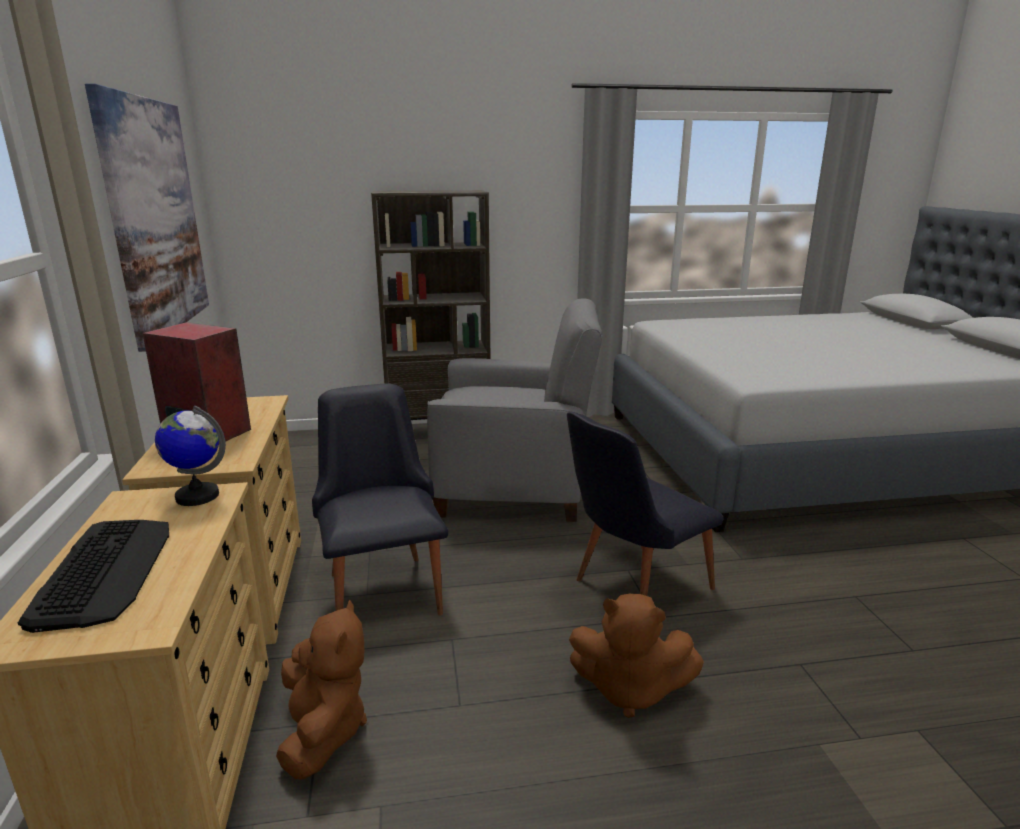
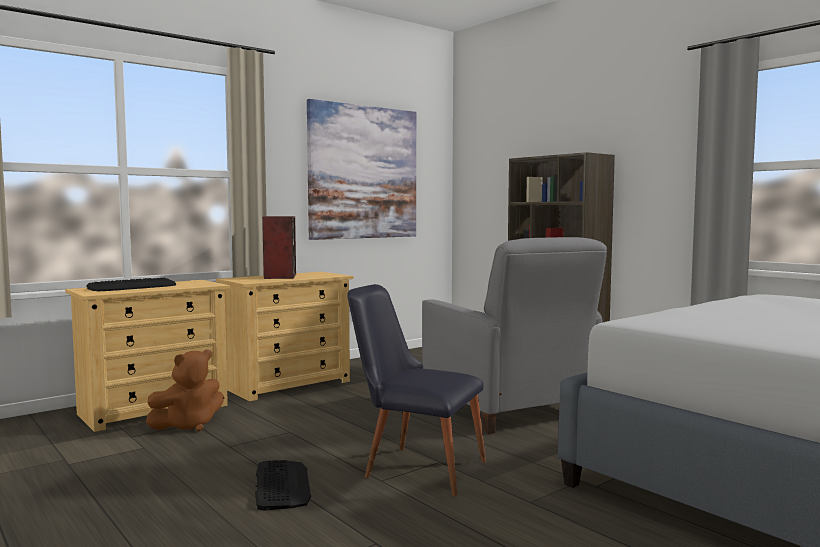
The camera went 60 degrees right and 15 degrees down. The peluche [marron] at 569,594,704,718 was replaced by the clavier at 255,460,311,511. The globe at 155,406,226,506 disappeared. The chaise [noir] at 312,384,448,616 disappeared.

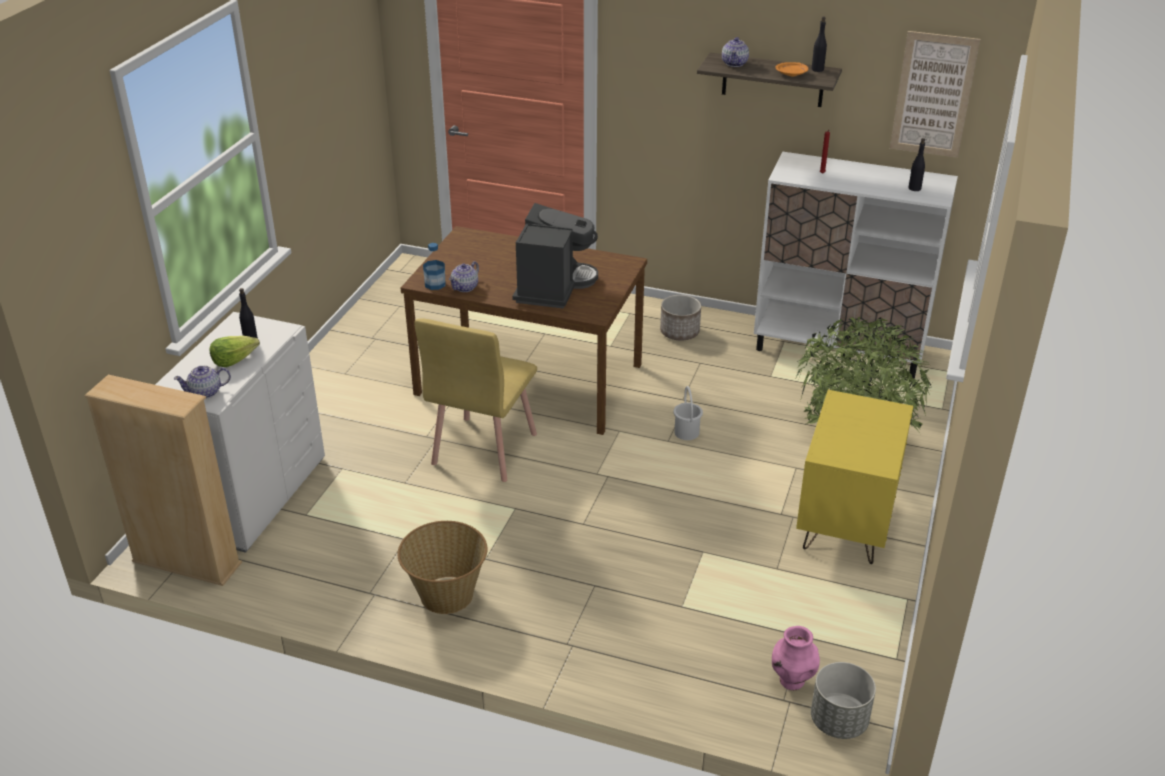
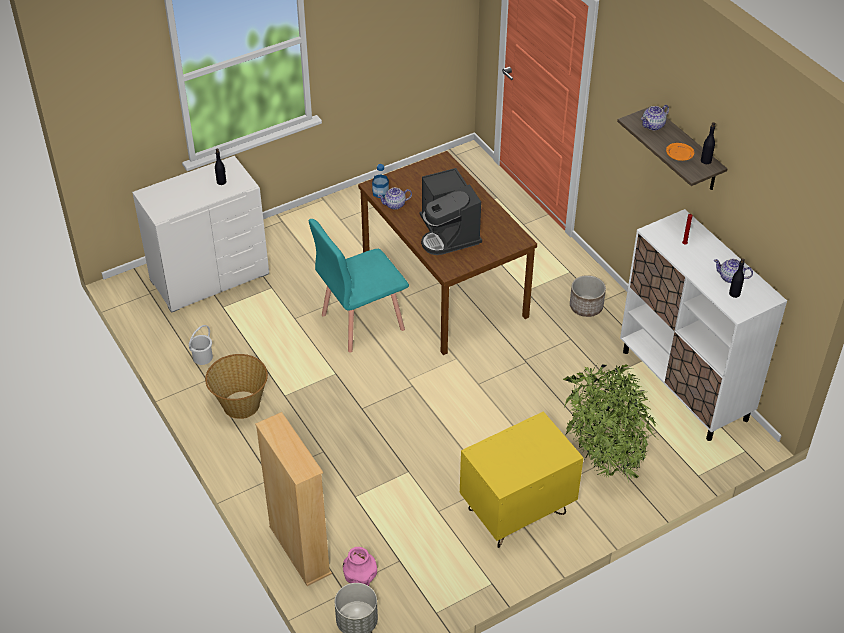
The camera went 40 degrees right and 10 degrees up. The seau [blanc] moved from 673,386,703,440 to 189,325,213,365. The bibliothèque [beige] moved from 84,375,242,586 to 255,412,332,586. The chaise [jaune] at 414,318,537,482 became the chaise [turquoise] at 309,219,409,353. The machine à café at 512,203,598,309 turned 105 degrees clockwise. The théière moved from 173,366,231,399 to 714,259,753,283. The laitue at 209,336,260,367 disappeared. The tableau at 890,31,980,158 disappeared.

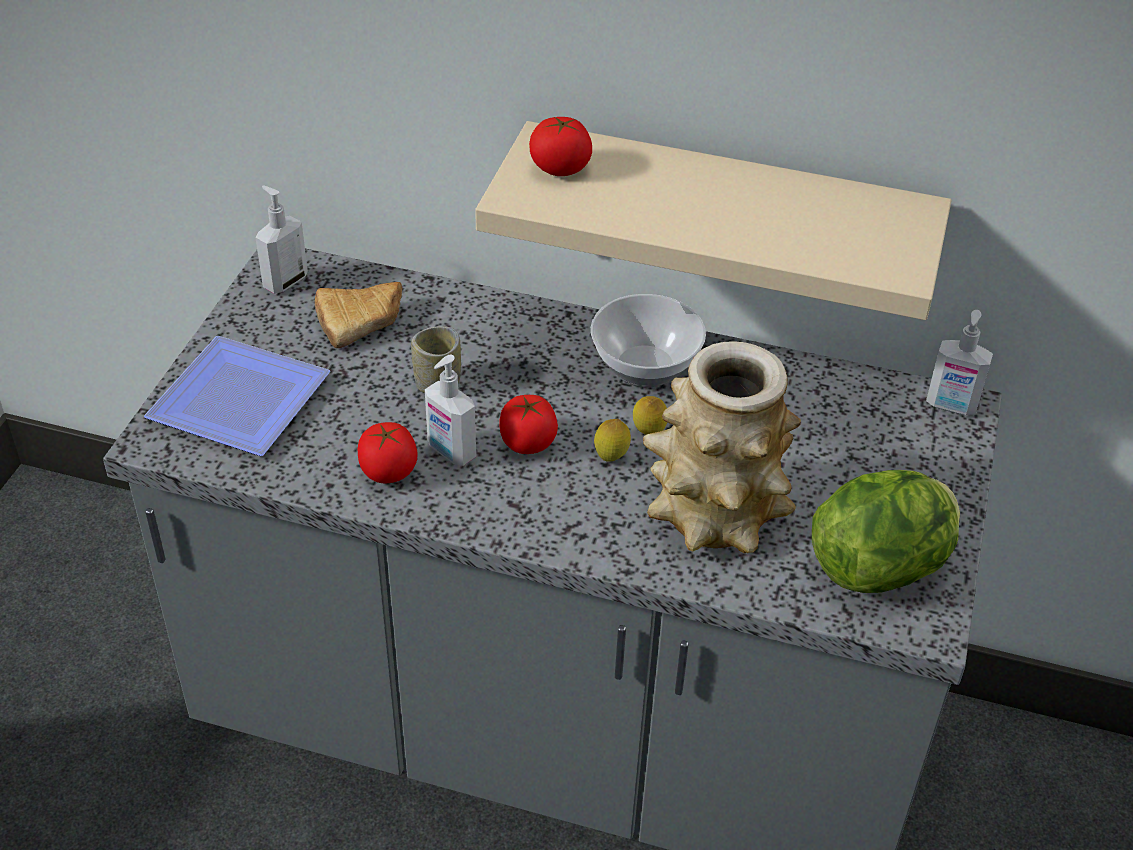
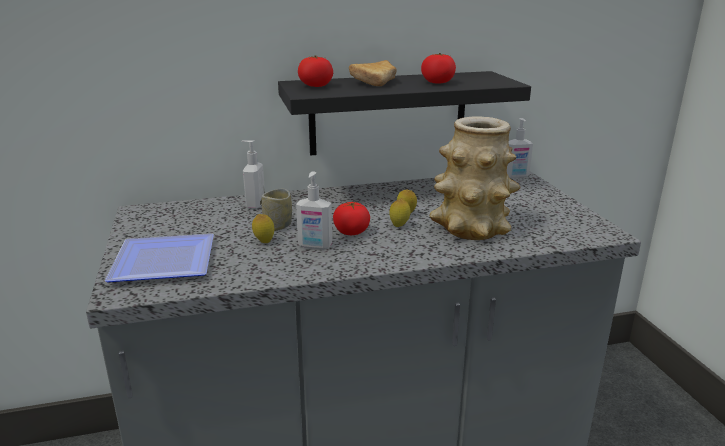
The camera went 30 degrees left and 20 degrees down. The distributeur de savon moved from 255,186,308,294 to 242,140,265,209. The citron at 252,214,275,243 appeared. The étagère [beige] at 475,121,952,320 became the étagère [noir] at 278,71,531,156. The pain moved from 315,282,402,348 to 349,60,397,86. The tomate moved from 358,422,418,483 to 421,53,456,84. The bol at 591,294,706,387 disappeared. The laitue at 812,470,960,593 disappeared.

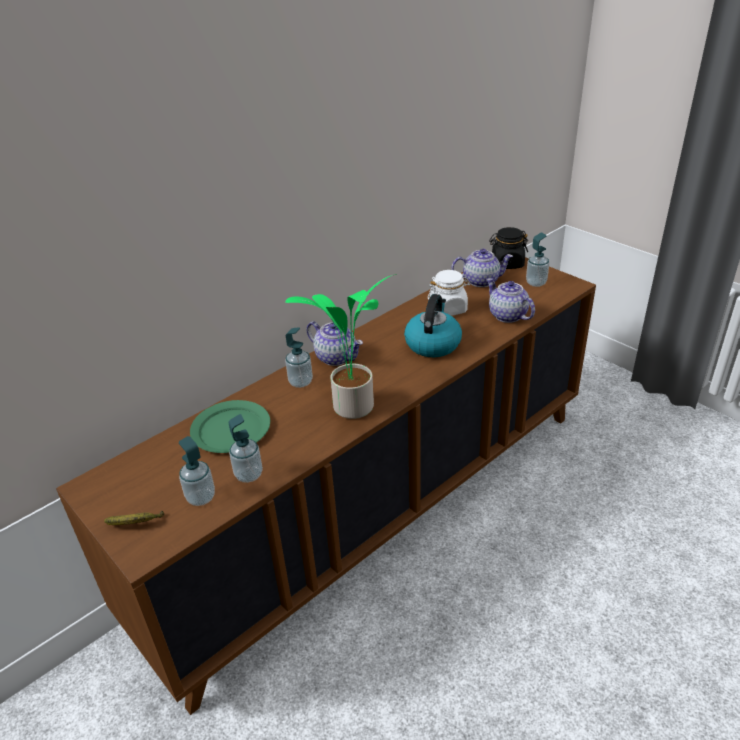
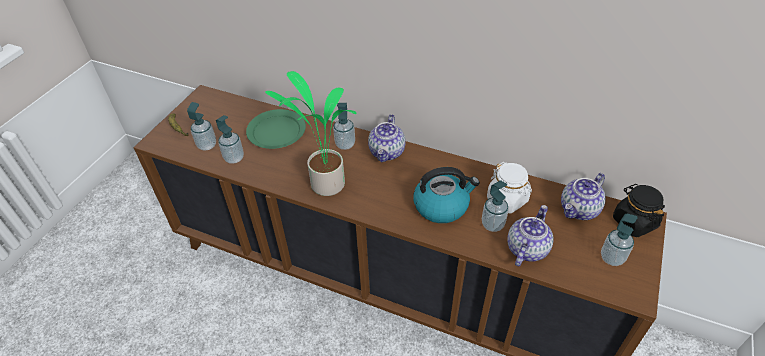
The camera went 65 degrees right and 10 degrees up. The distributeur de savon at 482,180,509,232 appeared. The théière at 451,249,513,287 turned 75 degrees clockwise.

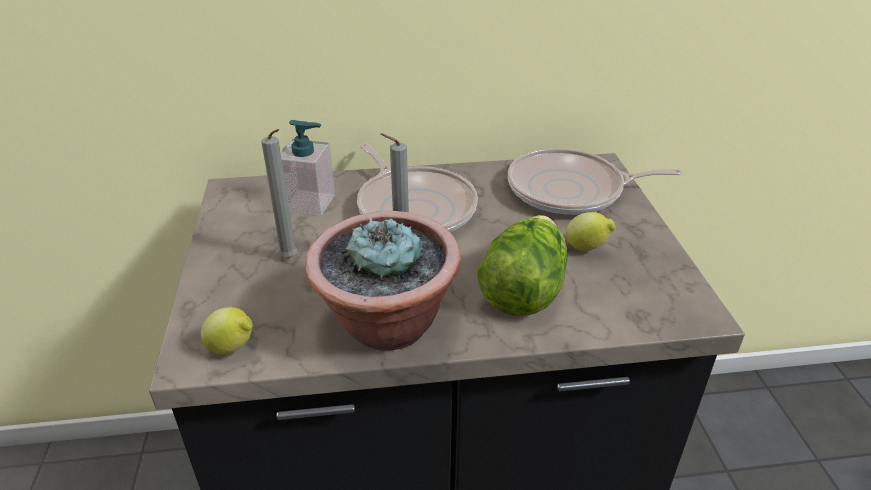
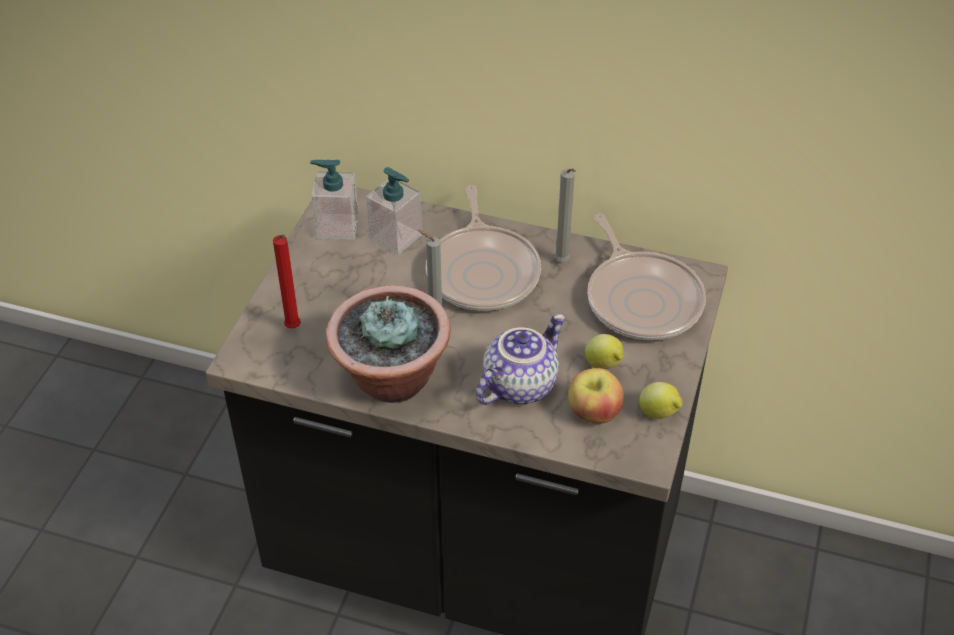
The camera went 25 degrees right and 10 degrees up. The bougie [rouge] at 273,235,301,329 appeared. The distributeur de savon at 310,160,358,240 appeared. The laitue at 477,215,567,316 was replaced by the théière at 476,314,565,405. The bougie [gris] moved from 261,129,297,258 to 554,169,576,262. The pomme at 569,368,624,424 appeared. The poêle at 508,148,683,215 turned 135 degrees counterclockwise. The citron moved from 201,307,253,355 to 639,382,683,419.

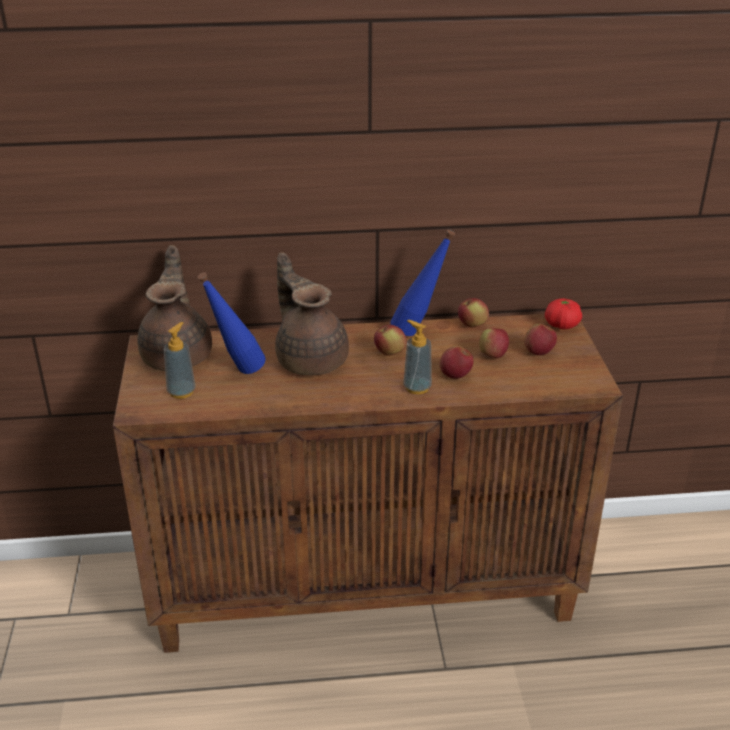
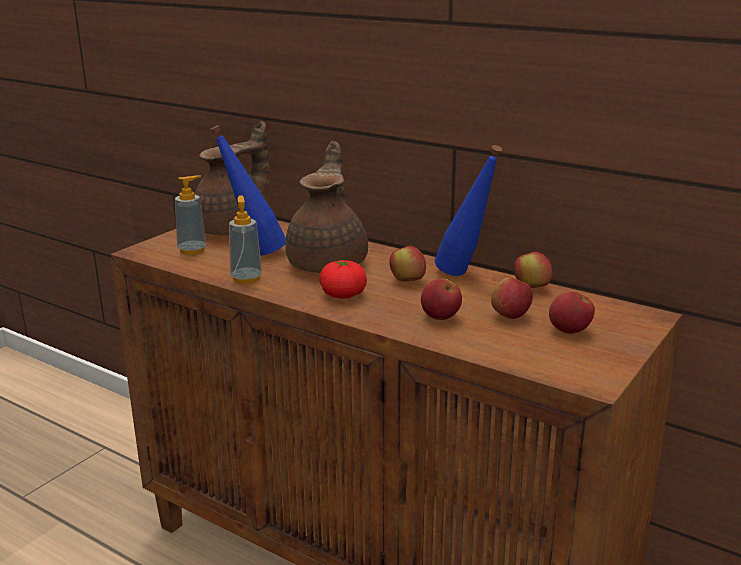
The camera went 40 degrees right and 10 degrees down. The distributeur de savon moved from 403,320,432,394 to 229,195,262,284. The tomate moved from 545,298,582,329 to 319,260,367,299.

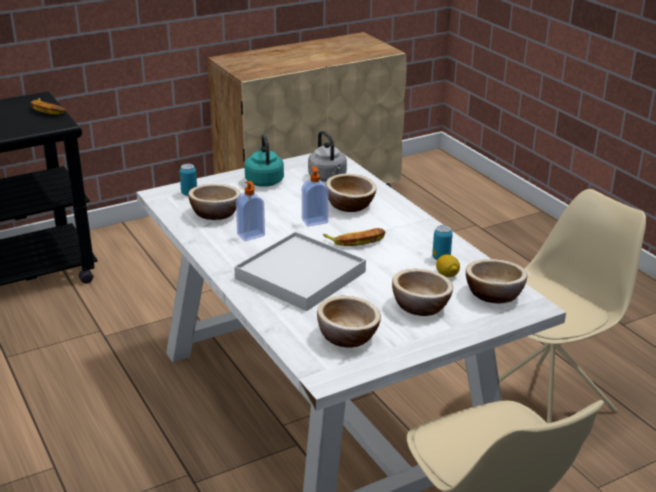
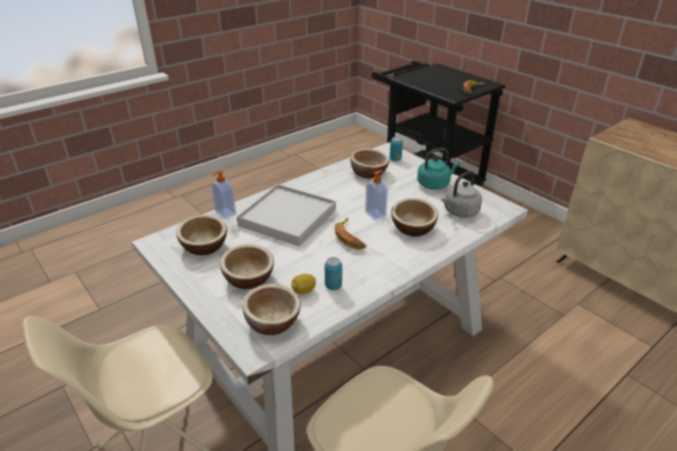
The camera went 80 degrees right and 5 degrees up. The distributeur de savon moved from 236,181,265,241 to 211,170,236,220.

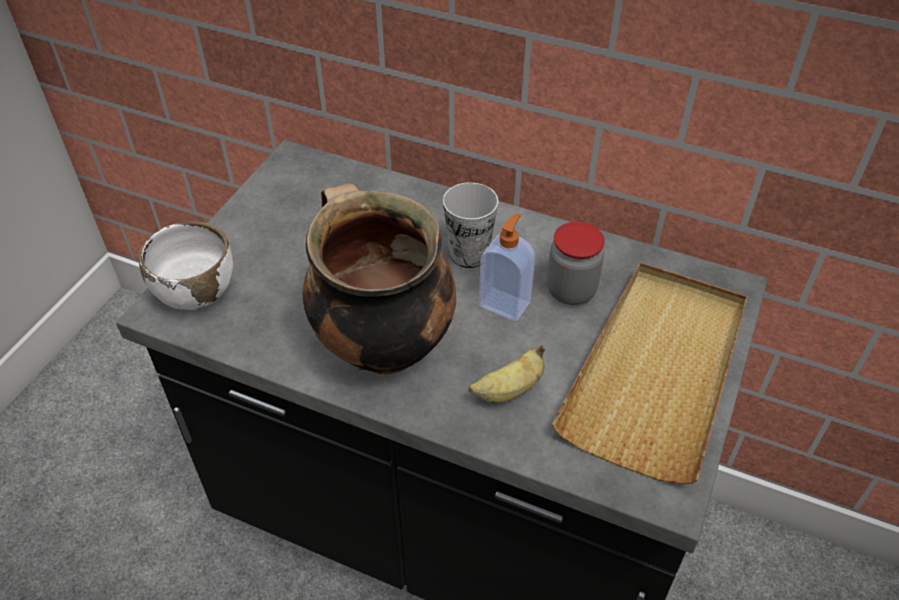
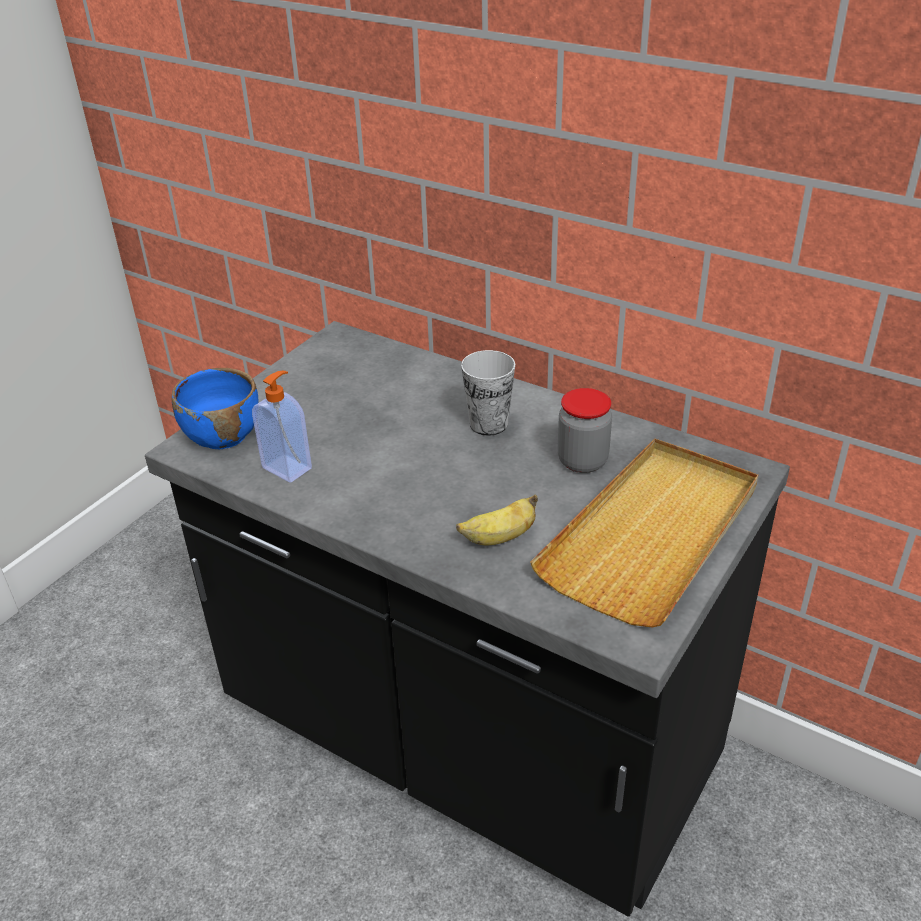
The camera went 10 degrees right and 10 degrees down. The bol [blanc] at 138,221,233,310 became the bol [bleu] at 172,368,258,449. The distributeur de savon moved from 479,213,535,321 to 252,371,312,483. The marmite at 303,183,456,375 disappeared.

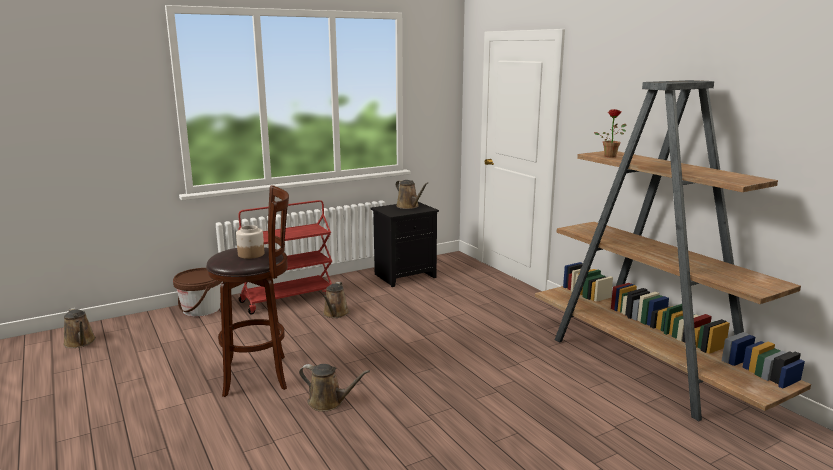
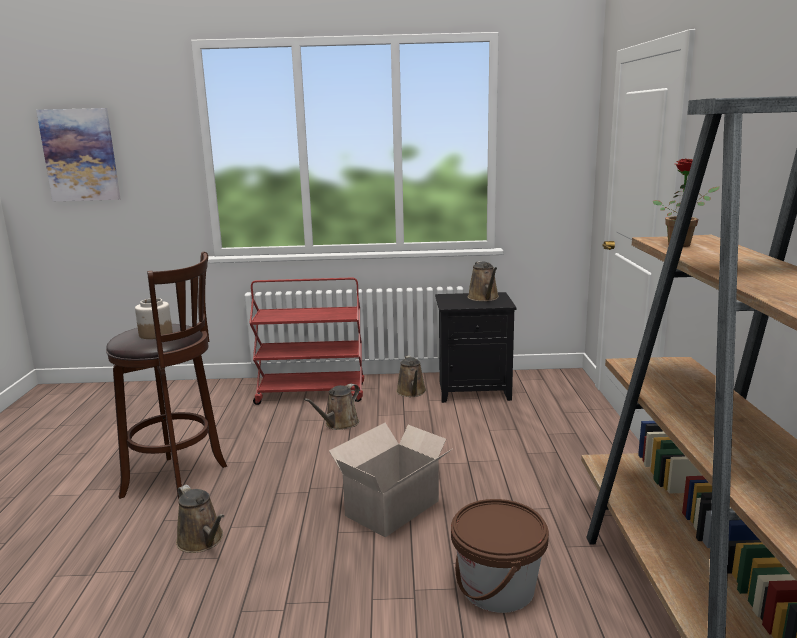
The camera went 30 degrees right and 0 degrees up. The tableau at 36,108,120,201 appeared. The carton at 329,423,452,537 appeared. The arrosoir [marron] moved from 63,308,96,348 to 396,355,426,397. The seau [marron] moved from 173,268,222,317 to 451,499,549,613.

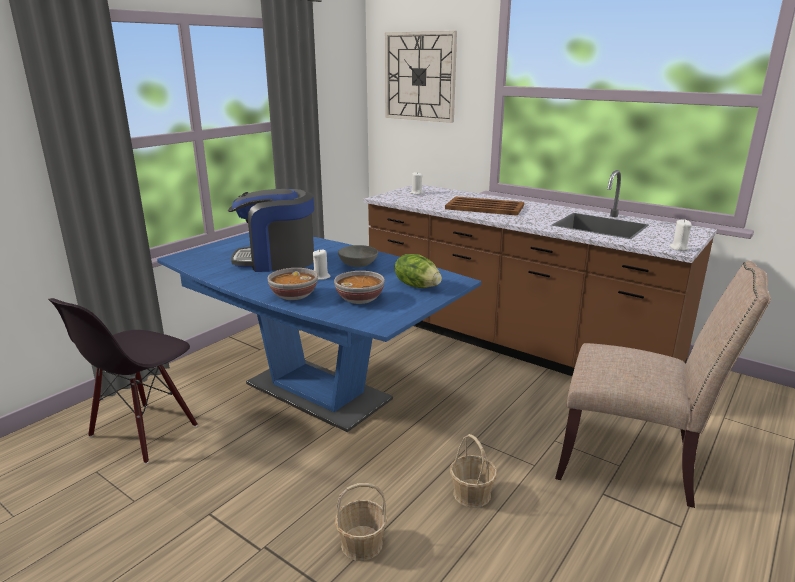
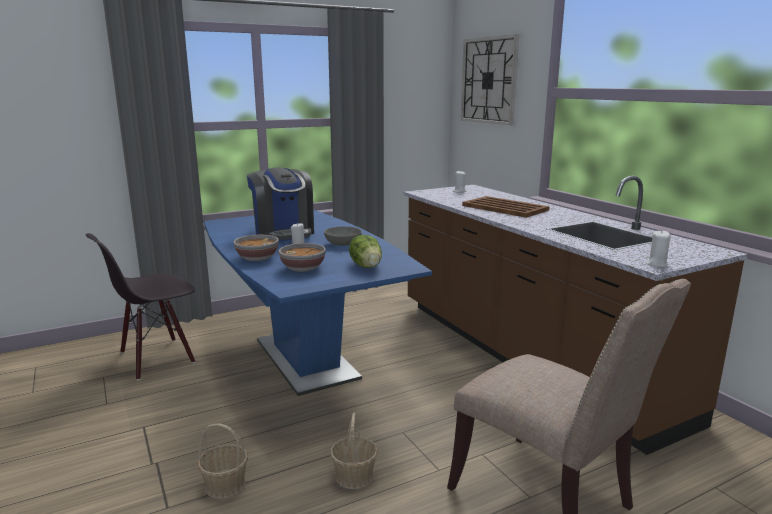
The camera went 25 degrees right and 5 degrees down. The machine à café at 228,189,314,272 turned 135 degrees counterclockwise.

